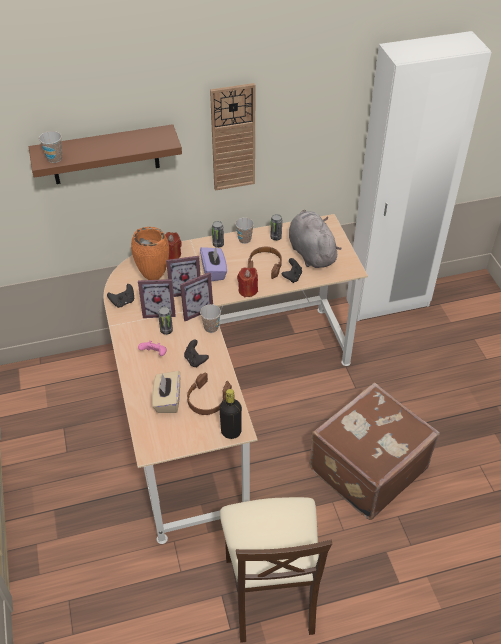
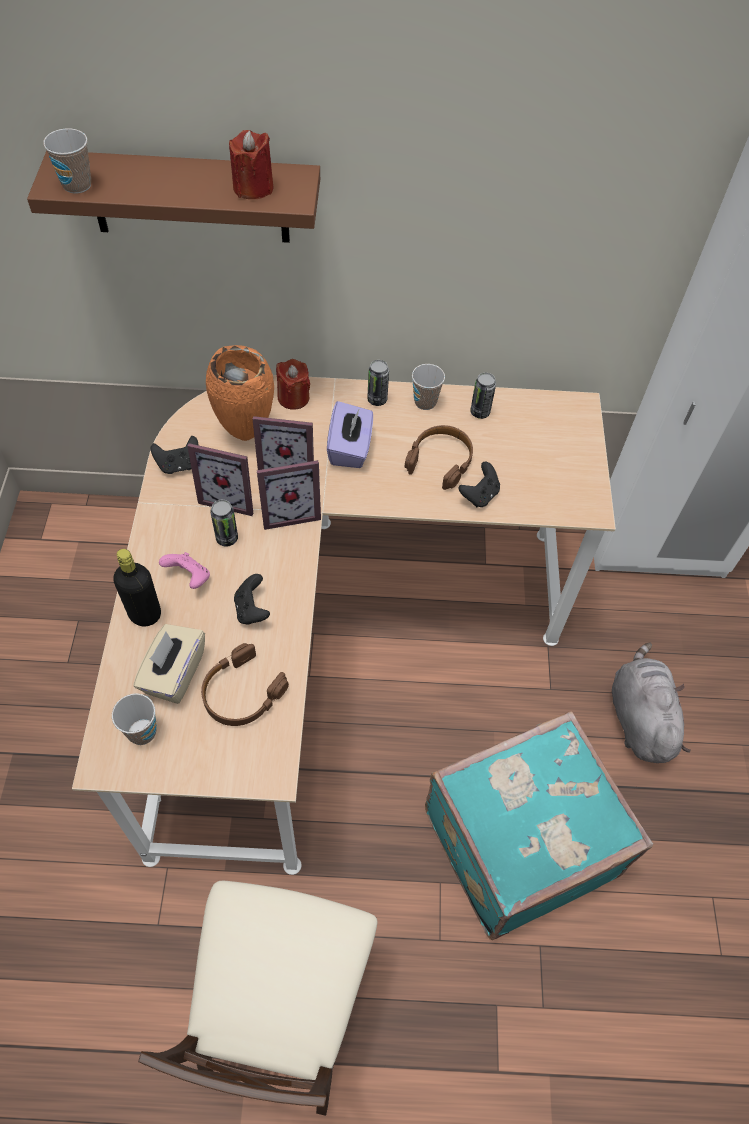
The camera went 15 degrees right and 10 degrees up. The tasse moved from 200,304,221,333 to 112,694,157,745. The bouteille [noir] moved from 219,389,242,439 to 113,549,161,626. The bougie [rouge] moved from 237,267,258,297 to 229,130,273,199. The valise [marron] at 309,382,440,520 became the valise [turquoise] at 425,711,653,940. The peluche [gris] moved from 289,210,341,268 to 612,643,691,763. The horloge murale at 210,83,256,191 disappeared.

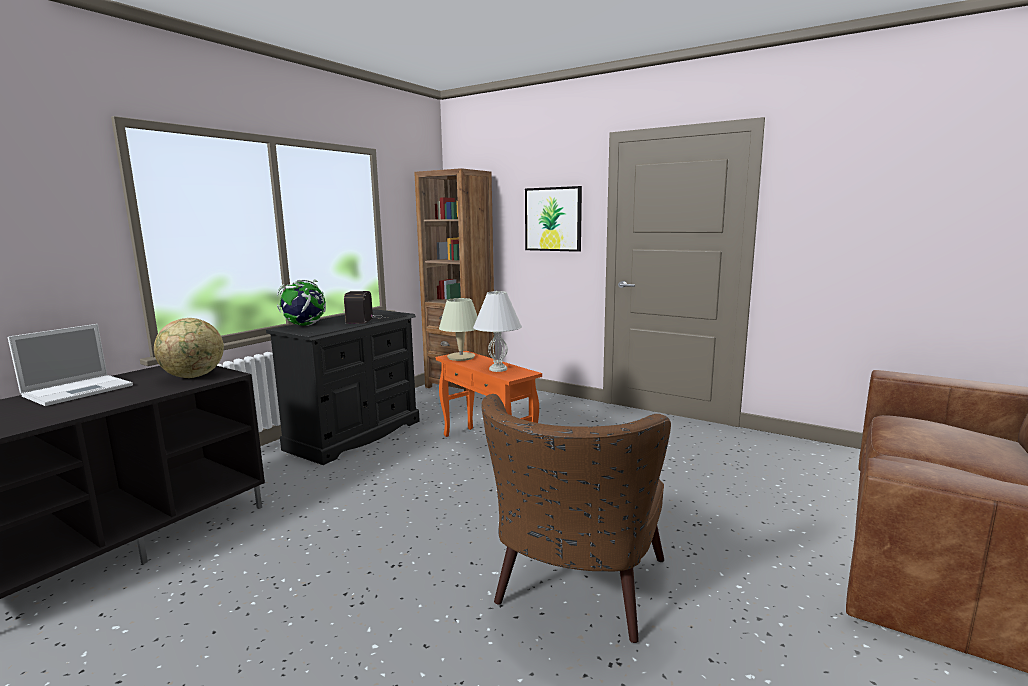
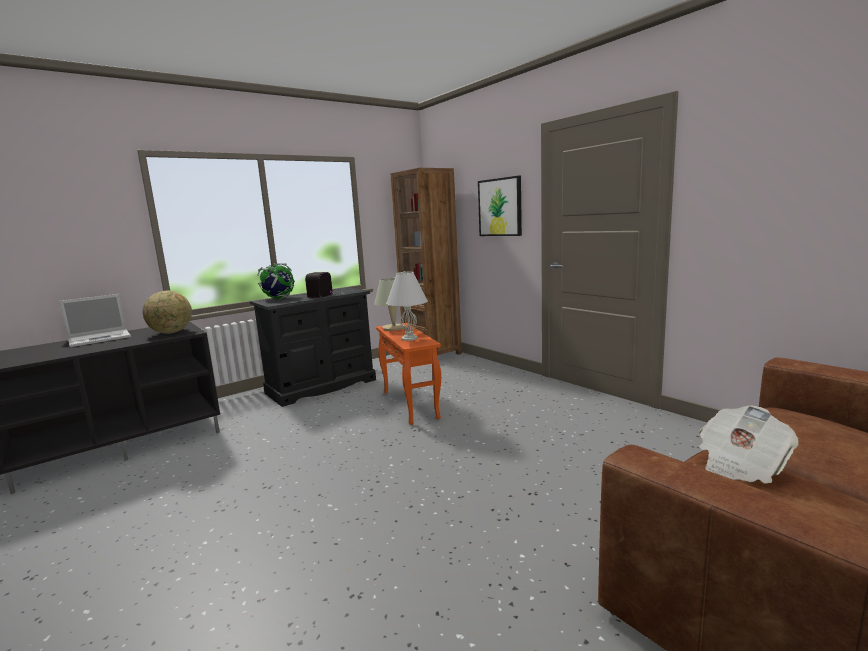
The camera went 20 degrees right and 0 degrees up. The journal at 699,405,799,484 appeared. The fauteuil [marron] at 481,394,671,643 disappeared.

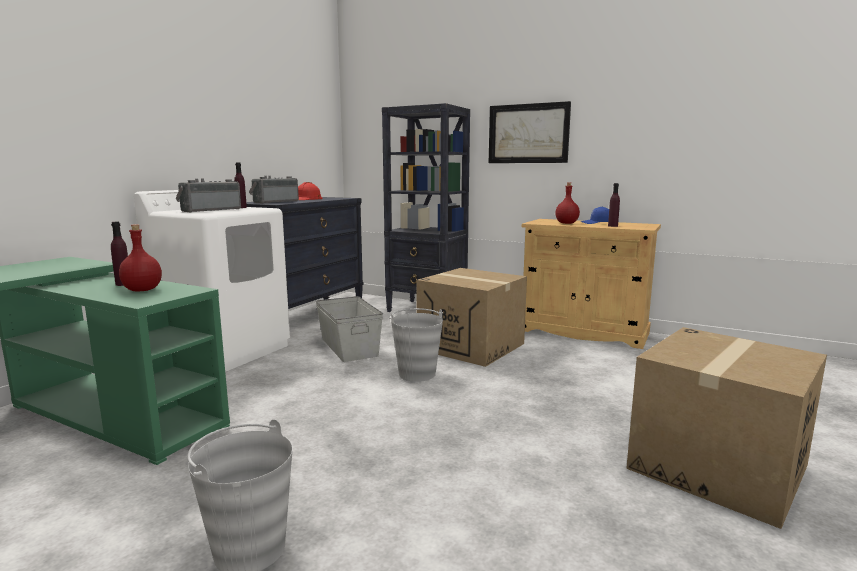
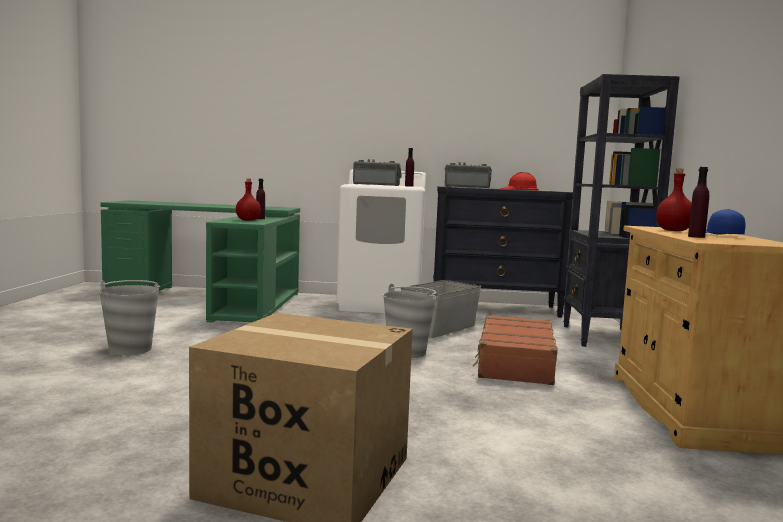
The camera went 65 degrees right and 5 degrees down. The carton at 416,268,527,367 was replaced by the valise [marron] at 473,315,557,385. The tableau at 489,101,571,163 disappeared.

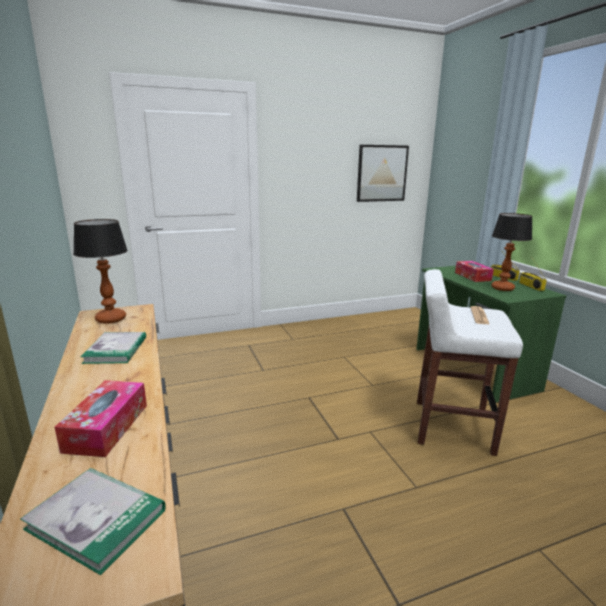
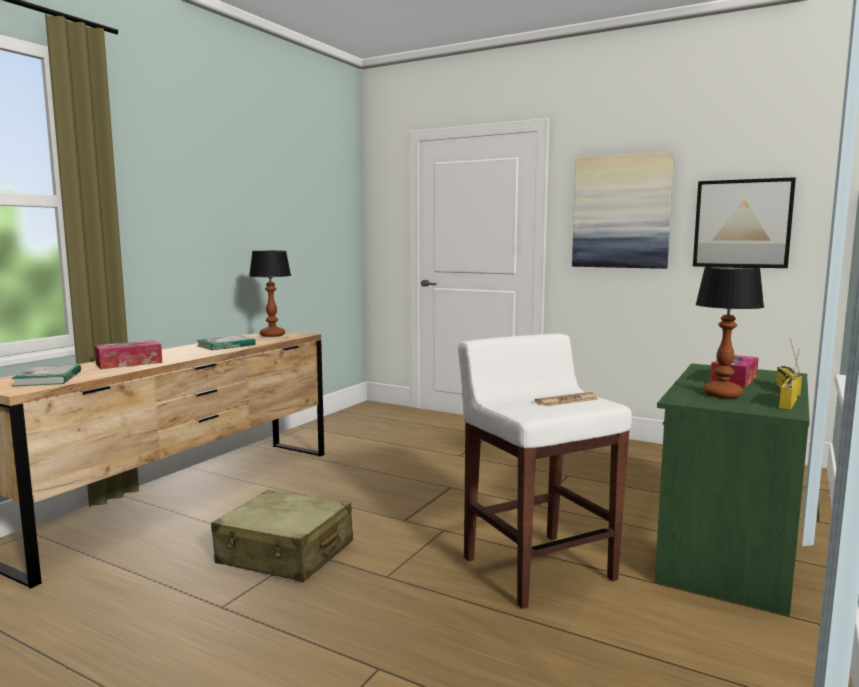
The camera went 50 degrees right and 10 degrees down. The valise [beige] at 211,490,353,582 appeared. The tableau at 572,151,674,269 appeared.

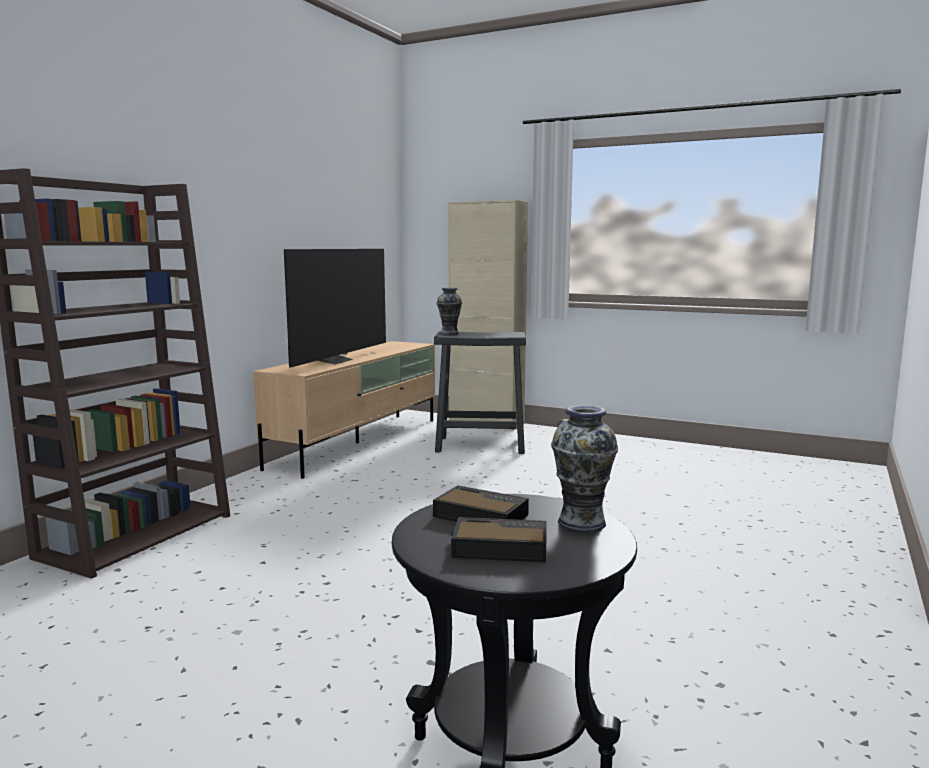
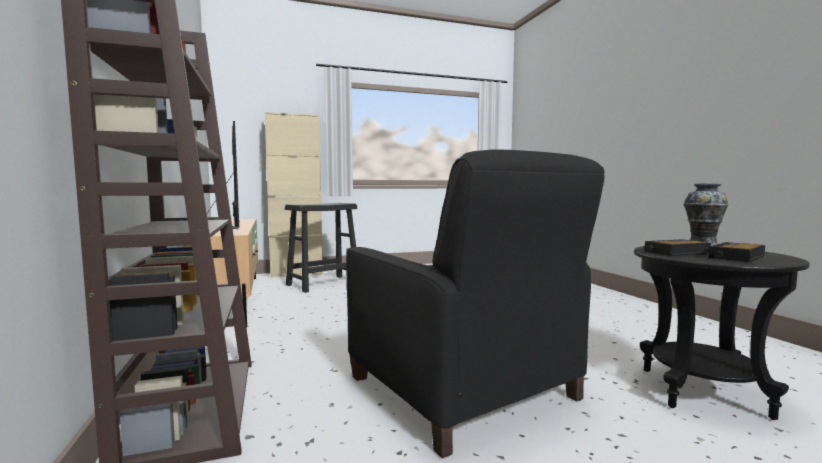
The camera went 45 degrees left and 5 degrees down. The fauteuil [noir] at 346,149,605,458 appeared. The vase at 437,288,462,336 disappeared.

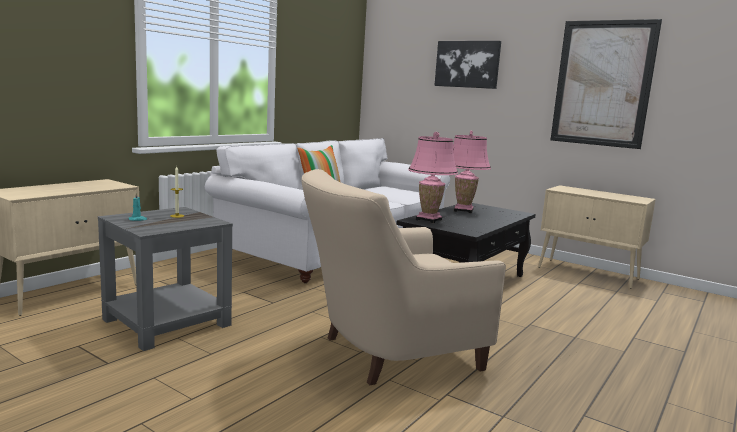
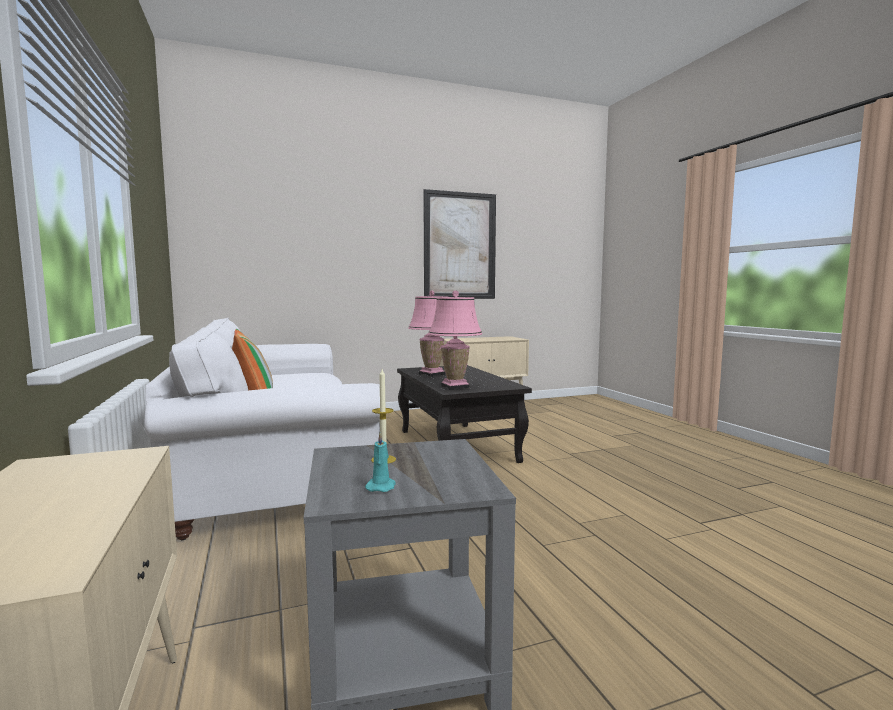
The camera went 55 degrees left and 5 degrees down. The fauteuil [beige] at 301,169,506,385 disappeared. The tableau at 434,41,501,89 disappeared.

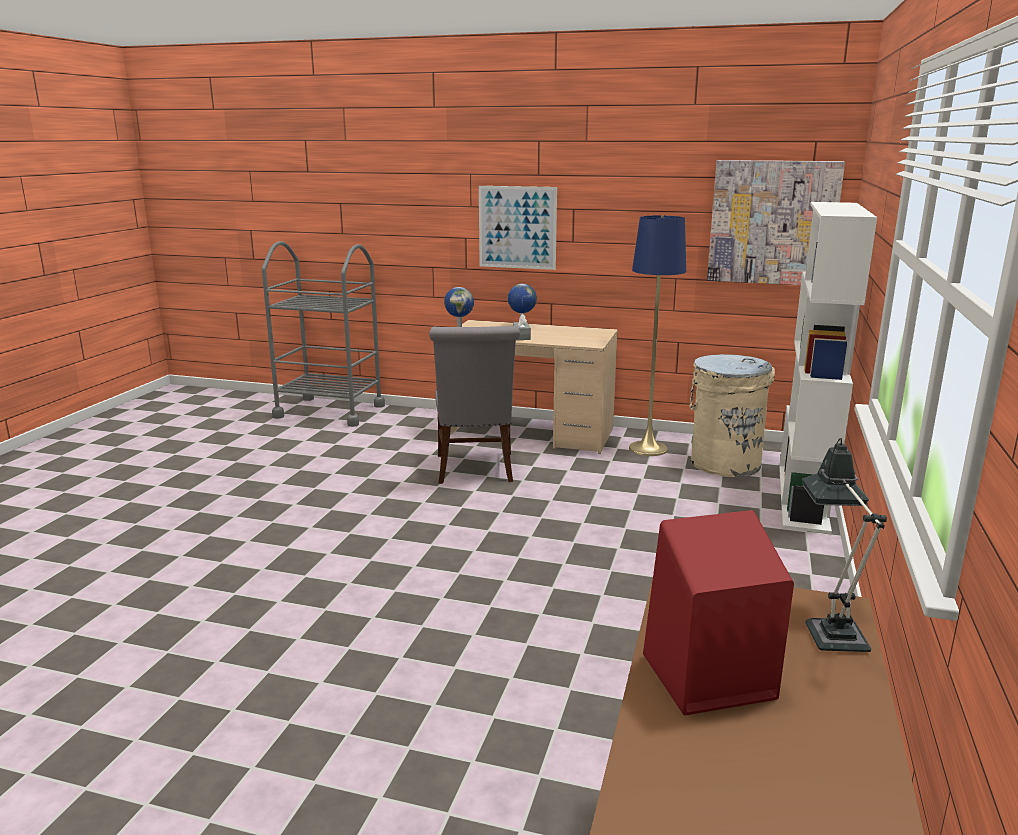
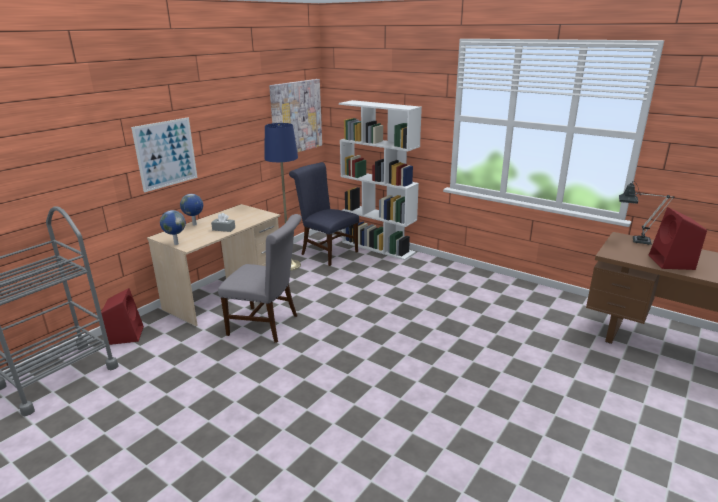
The camera went 70 degrees left and 5 degrees up. The enceinte [rouge] at 101,288,144,345 appeared. The poubelle [beige] at 690,354,775,477 was replaced by the chaise [bleu] at 289,162,359,266.

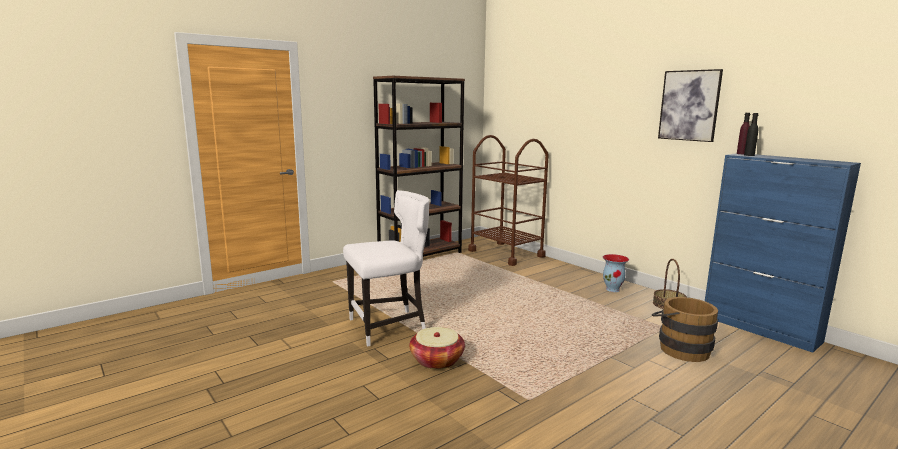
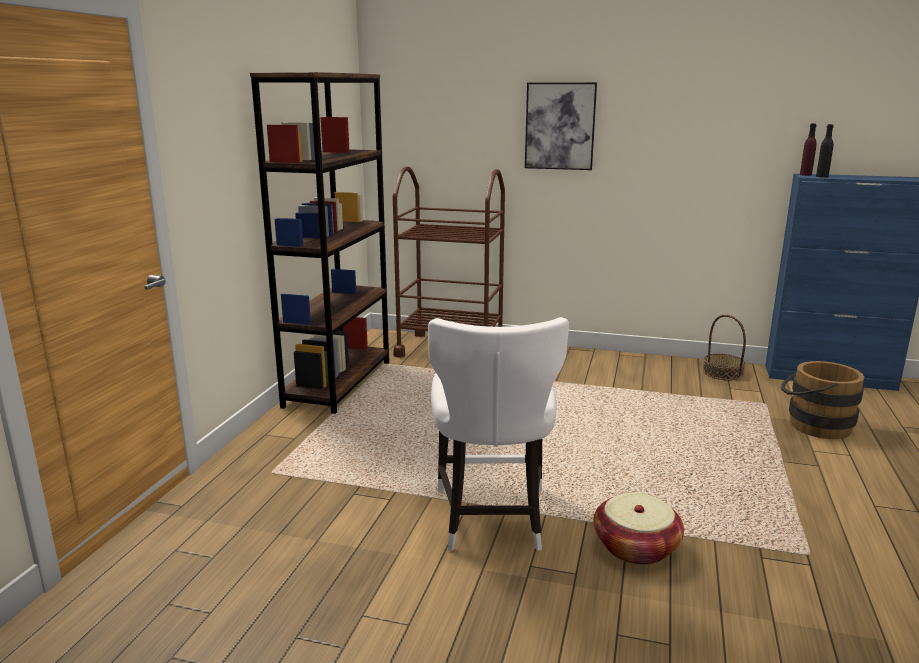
The camera went 35 degrees left and 5 degrees up. The chaise [blanc] at 343,190,430,346 turned 150 degrees clockwise. The tableau moved from 658,69,723,142 to 525,82,597,170. The vase at 603,254,629,292 disappeared.

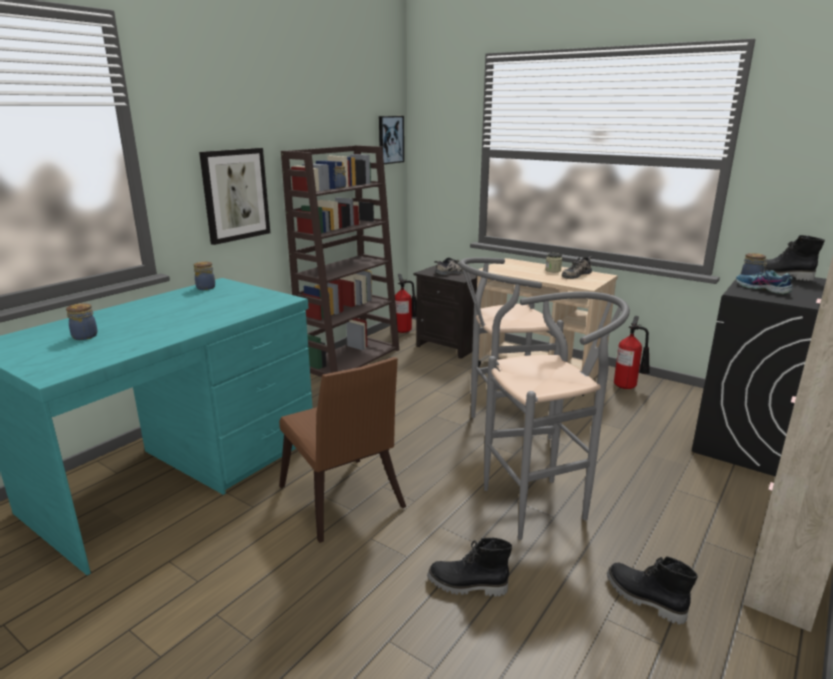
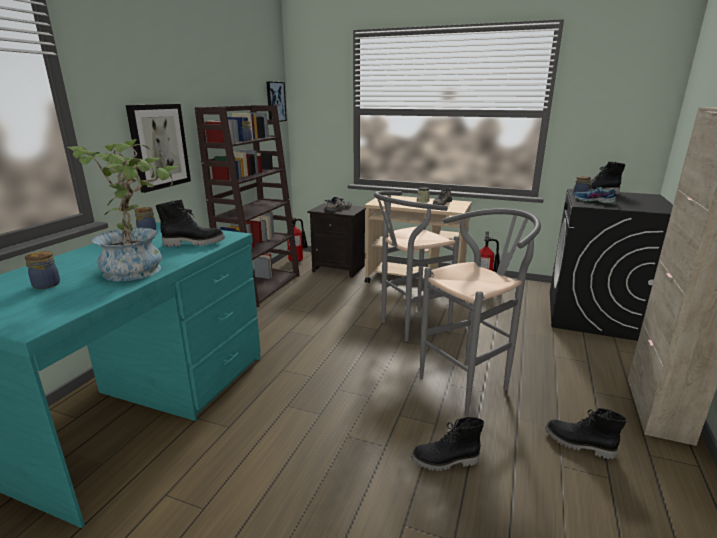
The camera went 15 degrees left and 0 degrees up. The plante en pot at 68,139,178,281 appeared. The botte [noir] at 156,200,225,247 appeared. The chaise [marron] at 279,357,406,543 disappeared.

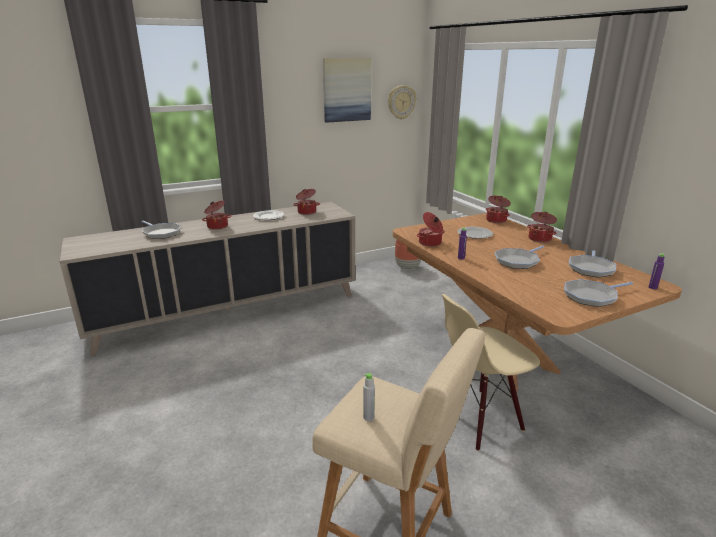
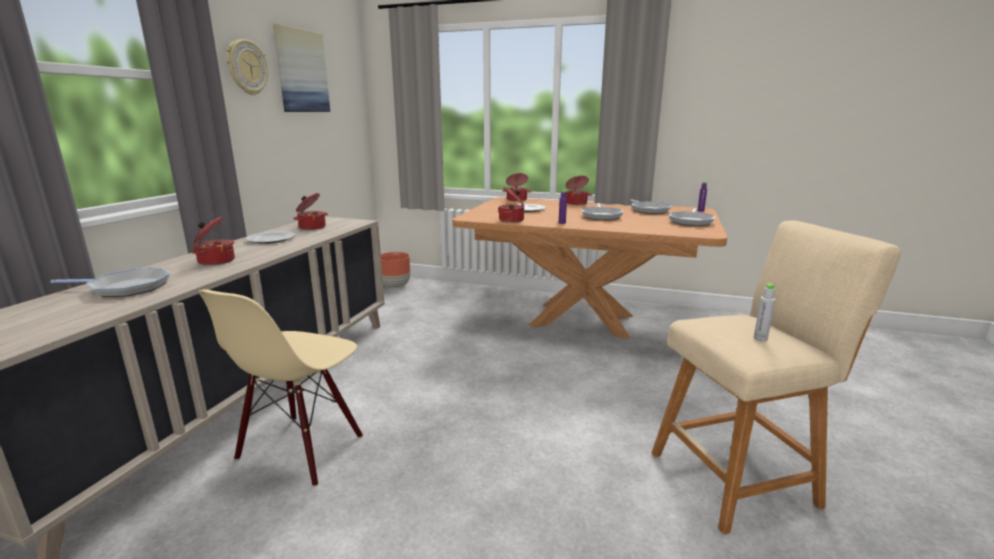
The camera went 45 degrees left and 5 degrees down. The chaise [beige] moved from 441,294,540,451 to 198,290,363,487. The horloge murale moved from 388,85,416,120 to 226,39,268,95.

